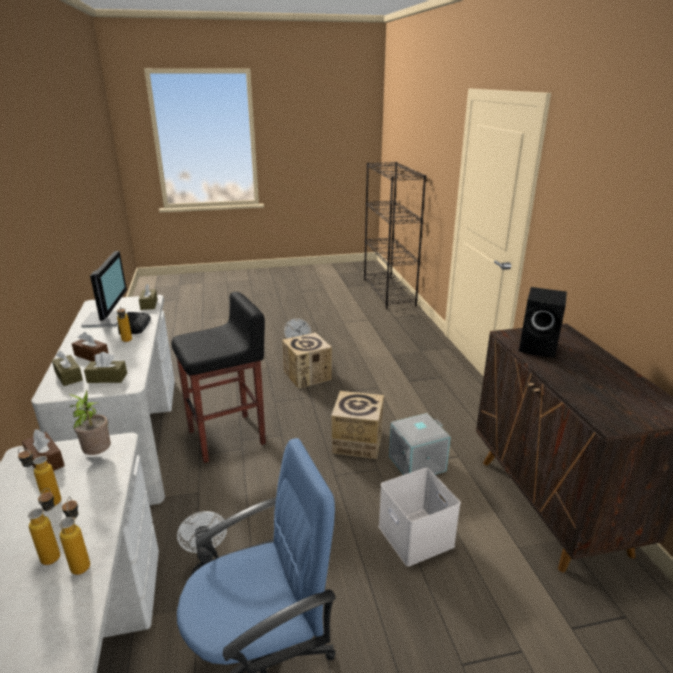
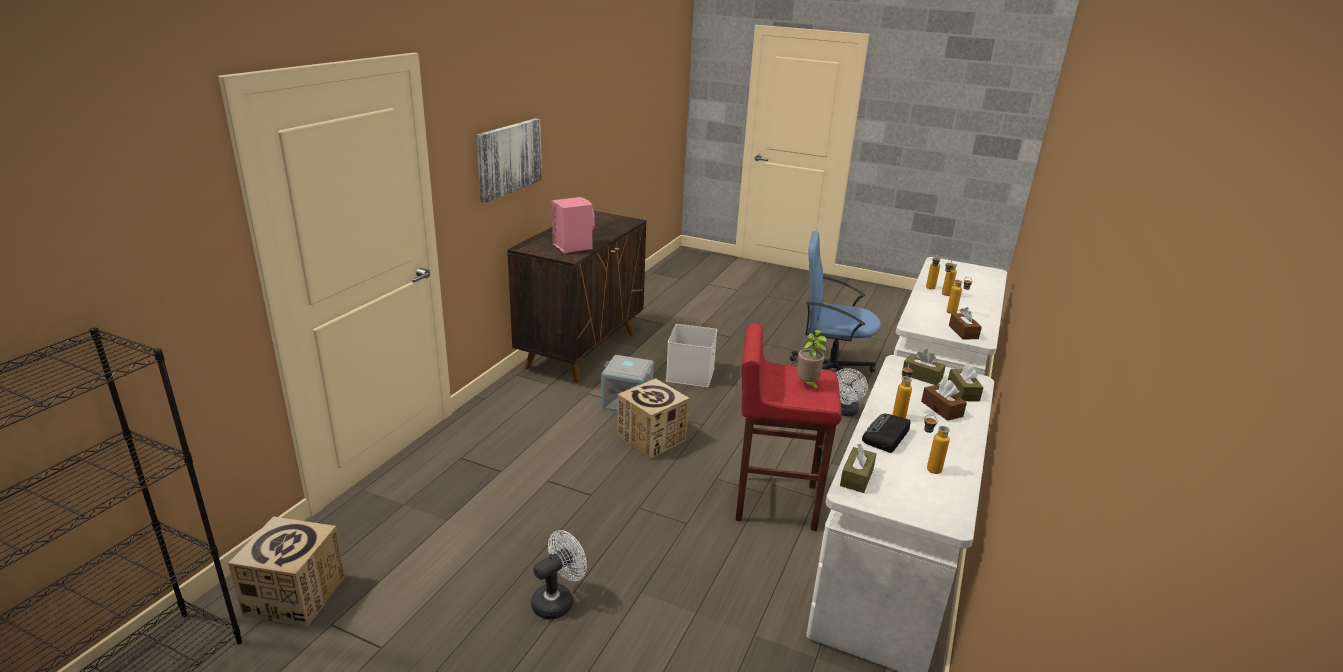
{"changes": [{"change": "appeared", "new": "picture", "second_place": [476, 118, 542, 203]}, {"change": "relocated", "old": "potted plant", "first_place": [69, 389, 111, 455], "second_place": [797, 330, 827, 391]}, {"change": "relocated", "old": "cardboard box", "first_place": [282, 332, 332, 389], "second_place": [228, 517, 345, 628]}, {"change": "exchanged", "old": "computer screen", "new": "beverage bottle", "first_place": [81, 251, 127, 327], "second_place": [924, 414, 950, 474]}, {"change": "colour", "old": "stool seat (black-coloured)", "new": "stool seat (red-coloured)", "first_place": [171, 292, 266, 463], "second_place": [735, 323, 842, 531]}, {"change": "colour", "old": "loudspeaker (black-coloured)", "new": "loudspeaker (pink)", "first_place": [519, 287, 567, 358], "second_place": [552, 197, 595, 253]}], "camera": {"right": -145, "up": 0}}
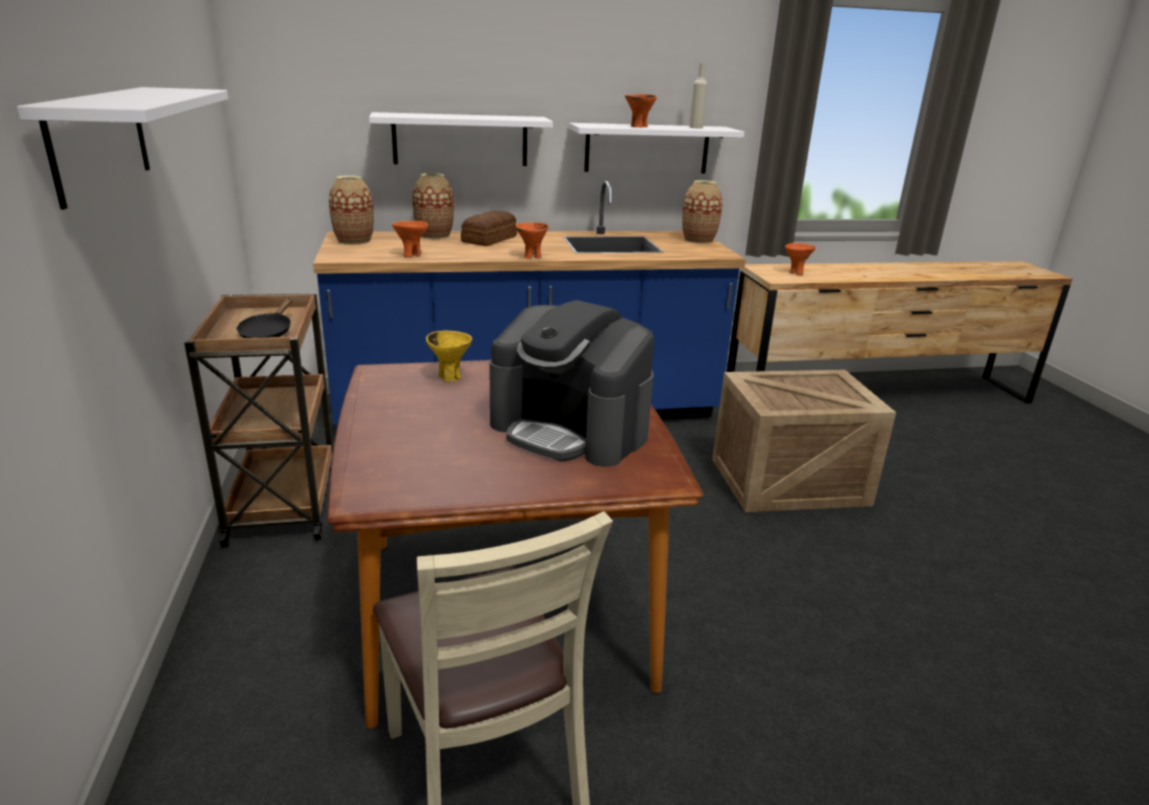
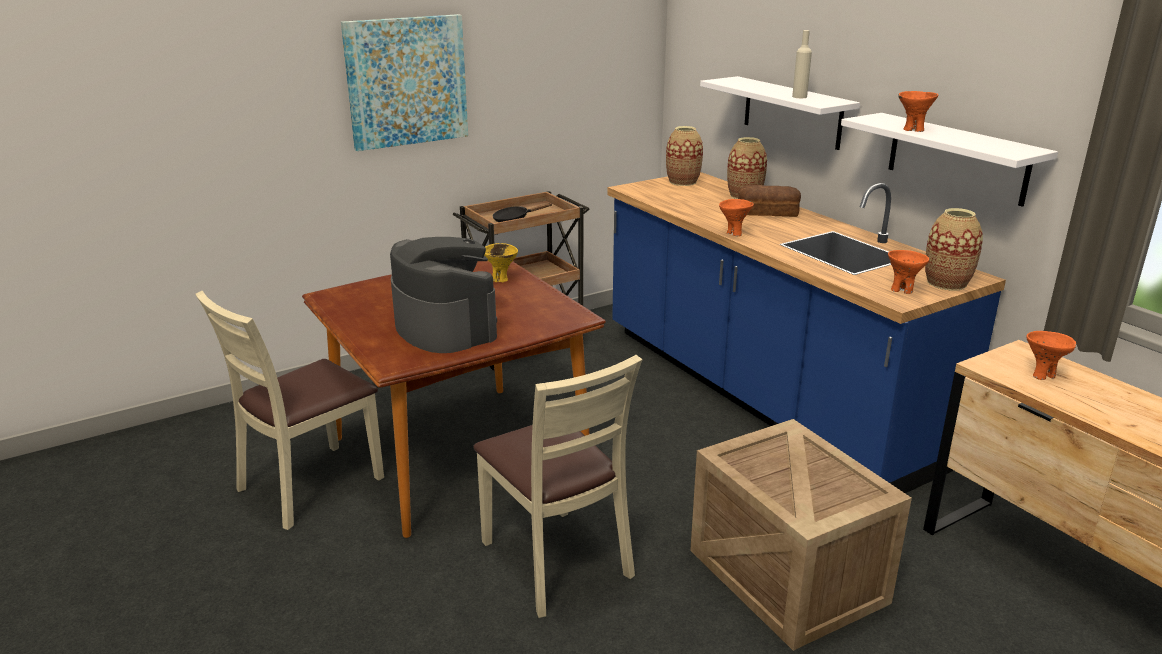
{"changes": [{"change": "appeared", "new": "chair (sand-coloured)", "second_place": [473, 355, 642, 618]}, {"change": "relocated", "old": "bowl (orange-coloured)", "first_place": [392, 221, 428, 258], "second_place": [888, 250, 930, 294]}, {"change": "relocated", "old": "beverage bottle (sand-coloured)", "first_place": [689, 63, 708, 129], "second_place": [792, 30, 812, 98]}, {"change": "exchanged", "old": "bracket shelf (whitish)", "new": "picture", "first_place": [17, 87, 228, 210], "second_place": [341, 14, 468, 151]}, {"change": "spun", "old": "coffee brewer", "first_place": [489, 300, 654, 467], "second_place": [390, 237, 497, 353], "degrees": 135}], "camera": {"right": 70, "up": 0}}
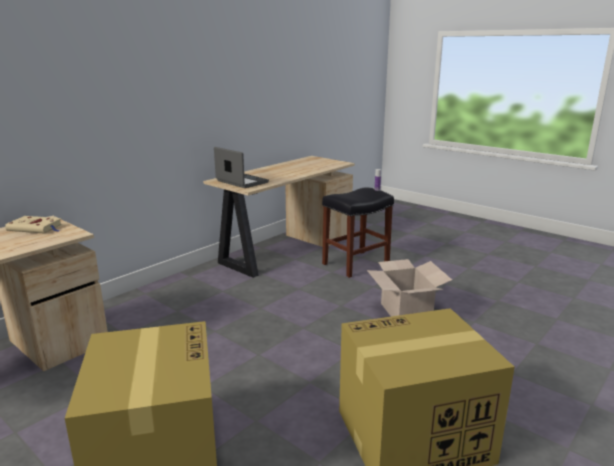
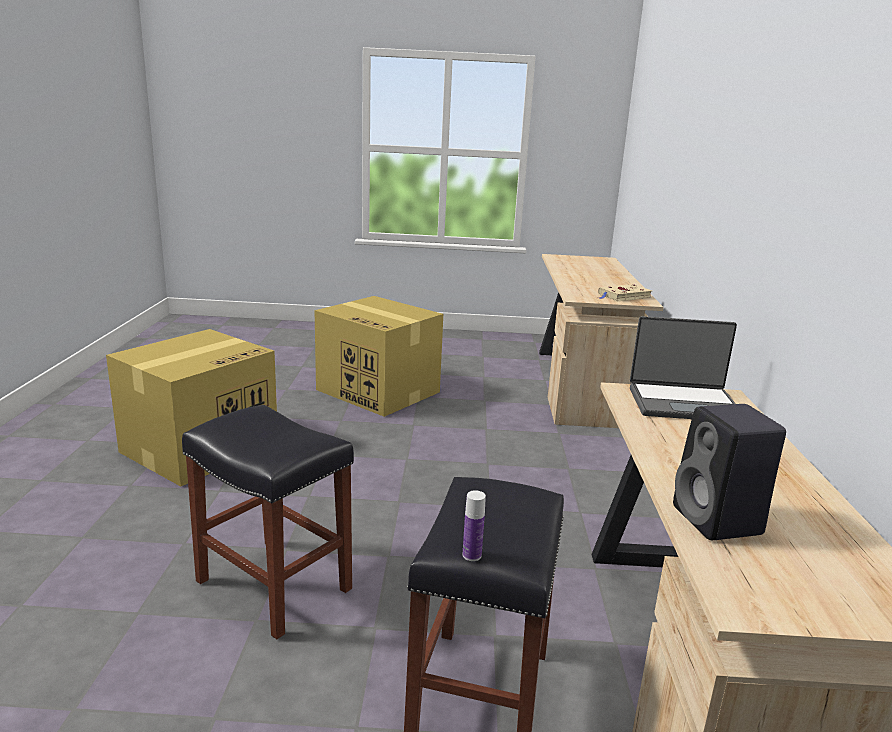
{"changes": [{"change": "appeared", "new": "loudspeaker (black-coloured)", "second_place": [673, 404, 786, 540]}, {"change": "exchanged", "old": "cardboard box", "new": "stool seat (black-coloured)", "first_place": [367, 259, 452, 317], "second_place": [182, 405, 354, 639]}], "camera": {"right": 140, "up": 0}}
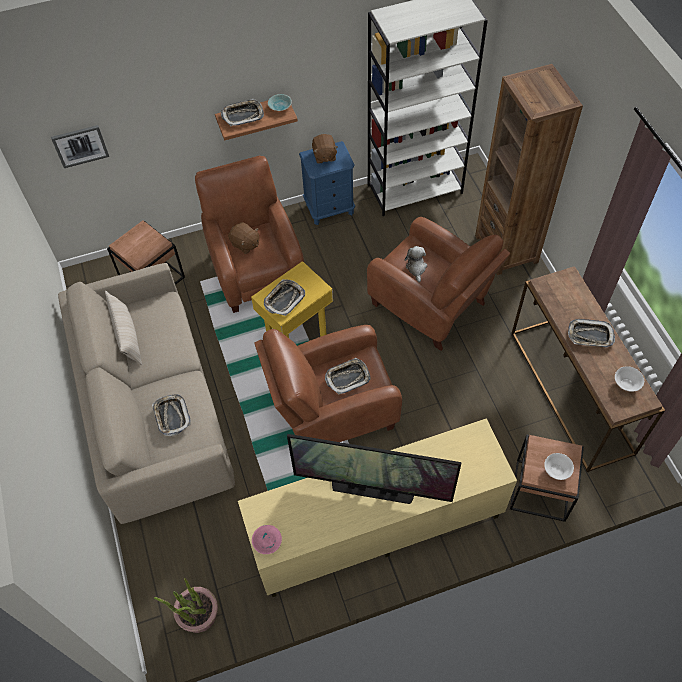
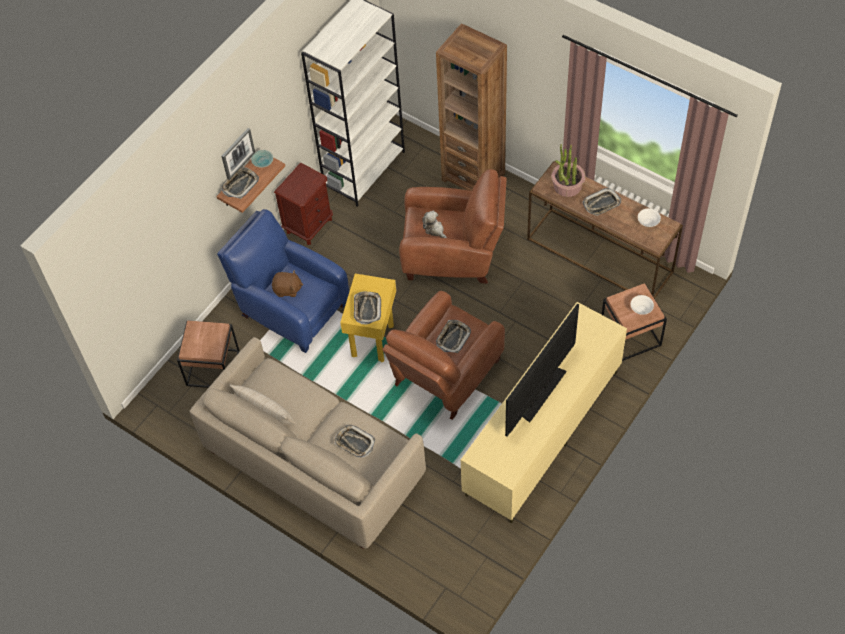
{"changes": [{"change": "missing", "old": "bowl (pink)", "first_place": [252, 525, 282, 554]}, {"change": "missing", "old": "cuddly toy (brownish)", "first_place": [312, 134, 338, 164]}, {"change": "relocated", "old": "picture", "first_place": [51, 125, 109, 168], "second_place": [221, 128, 255, 180]}, {"change": "relocated", "old": "potted plant", "first_place": [154, 578, 218, 633], "second_place": [551, 144, 586, 197]}, {"change": "colour", "old": "easy chair (brownish)", "new": "easy chair (blue-coloured)", "first_place": [195, 156, 304, 313], "second_place": [217, 209, 349, 353]}, {"change": "colour", "old": "night table (blue-coloured)", "new": "night table (brownish)", "first_place": [299, 141, 355, 225], "second_place": [274, 163, 333, 245]}, {"change": "spun", "old": "TV set", "first_place": [287, 434, 462, 504], "second_place": [505, 303, 579, 436], "degrees": 150}], "camera": {"right": -35, "up": 0}}
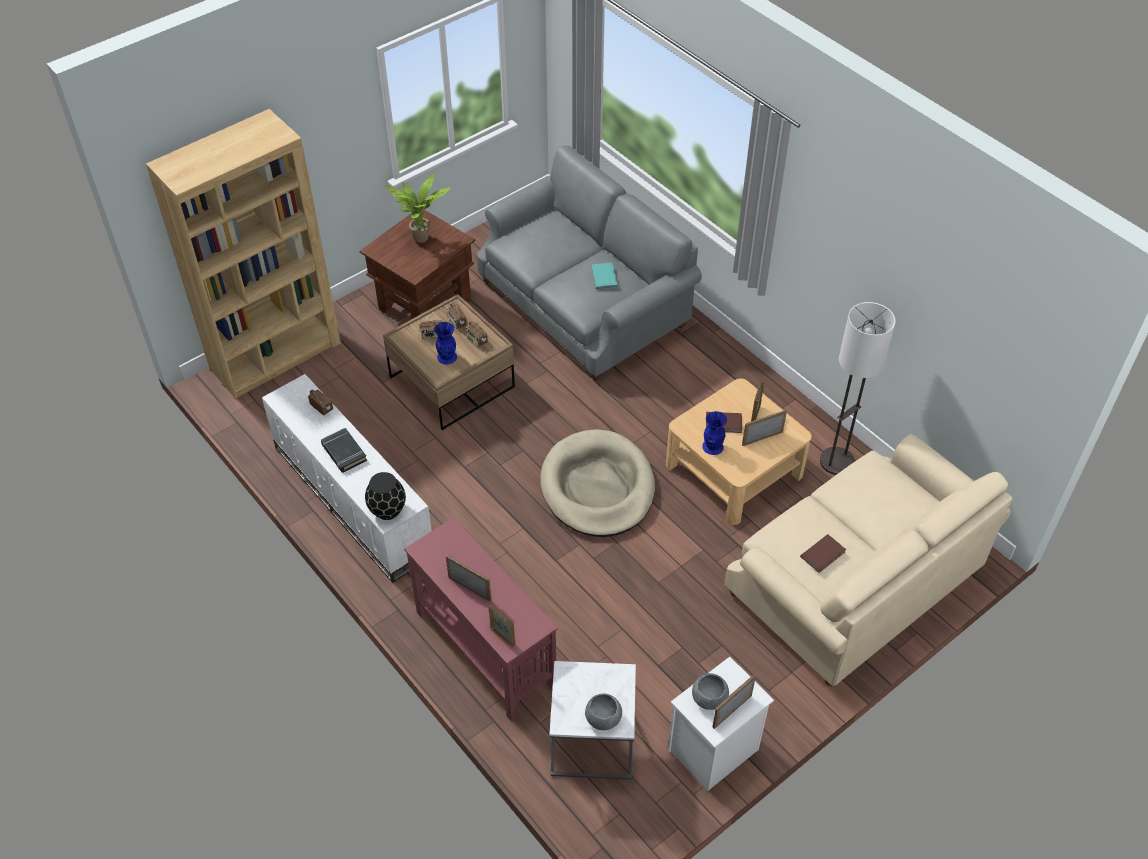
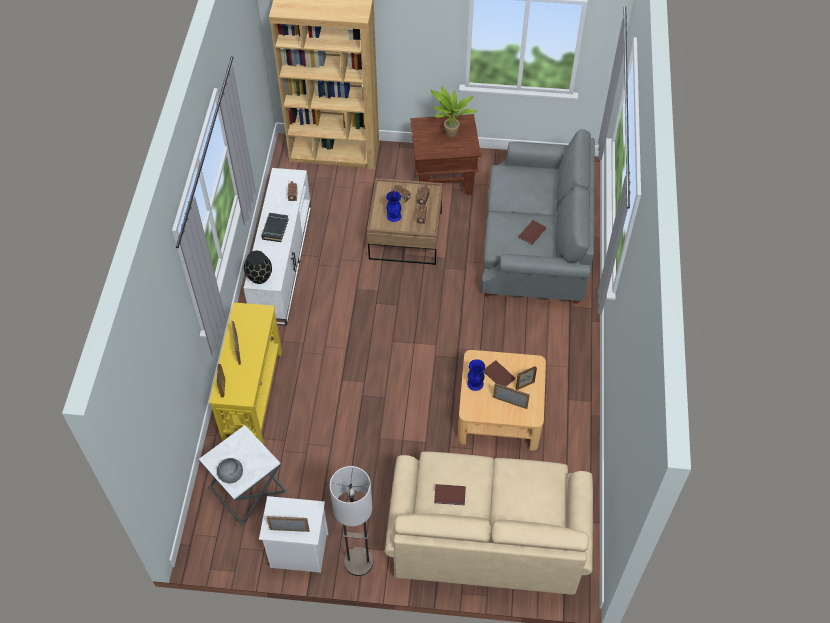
{"changes": [{"change": "missing", "old": "dog bed (sand-coloured)", "first_place": [540, 429, 655, 537]}, {"change": "missing", "old": "bowl (gray)", "first_place": [692, 673, 729, 710]}, {"change": "relocated", "old": "standing lamp", "first_place": [820, 302, 896, 475], "second_place": [330, 466, 373, 576]}, {"change": "colour", "old": "console table (red-coloured)", "new": "console table (yellow)", "first_place": [404, 517, 558, 722], "second_place": [209, 302, 282, 444]}, {"change": "colour", "old": "bound book (turquoise)", "new": "bound book (brownish)", "first_place": [591, 263, 618, 290], "second_place": [518, 220, 546, 245]}], "camera": {"right": 45, "up": 5}}
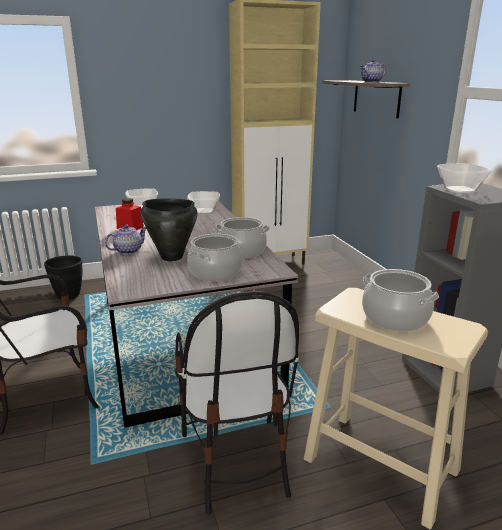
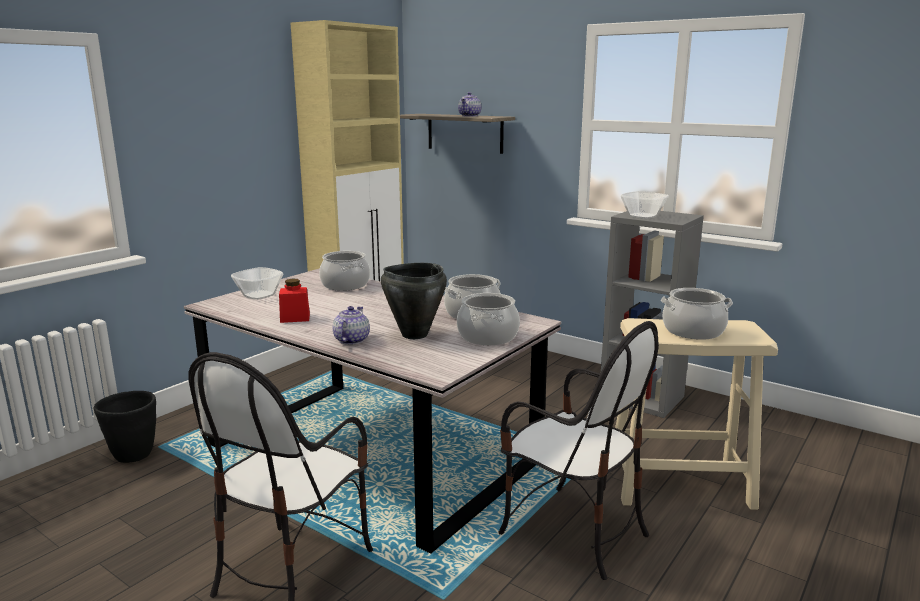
{"changes": [{"change": "exchanged", "old": "bowl", "new": "stockpot", "first_place": [187, 191, 220, 214], "second_place": [319, 251, 370, 291]}], "camera": {"right": -35, "up": -5}}
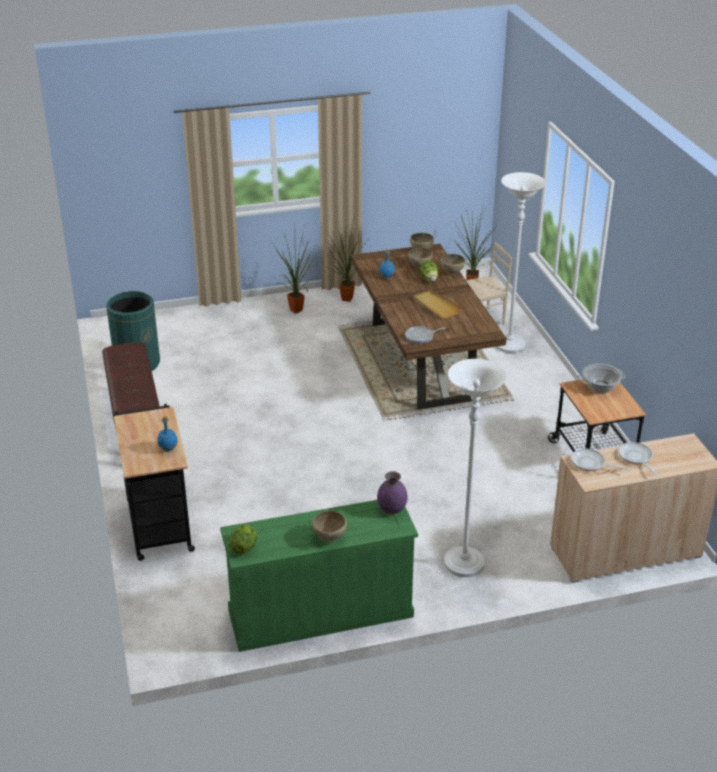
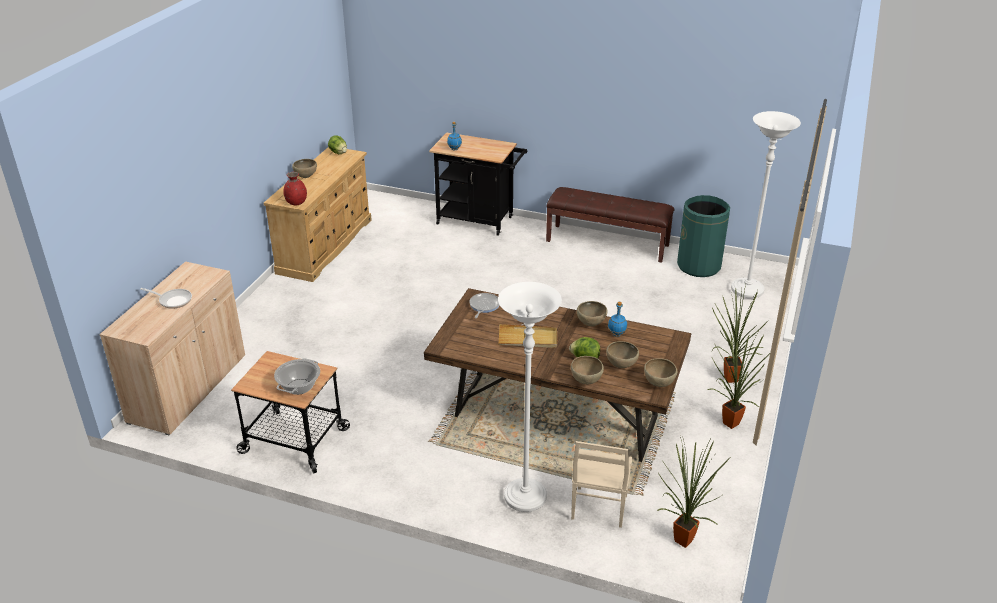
{"changes": [{"change": "missing", "old": "frying pan", "first_place": [571, 449, 630, 471]}, {"change": "appeared", "new": "bowl (brownish)", "second_place": [577, 301, 607, 326]}, {"change": "relocated", "old": "standing lamp (whitish)", "first_place": [444, 359, 507, 577], "second_place": [731, 111, 801, 298]}, {"change": "colour", "old": "dresser (greenish)", "new": "dresser (sand-coloured)", "first_place": [220, 500, 418, 652], "second_place": [263, 147, 372, 282]}, {"change": "colour", "old": "flower vase (purplish)", "new": "flower vase (red-coloured)", "first_place": [377, 471, 407, 514], "second_place": [283, 172, 307, 205]}], "camera": {"right": 125, "up": 0}}
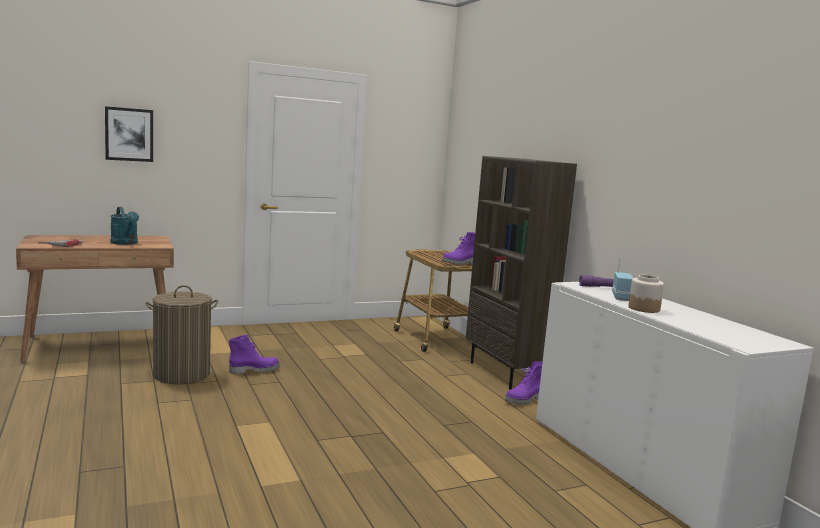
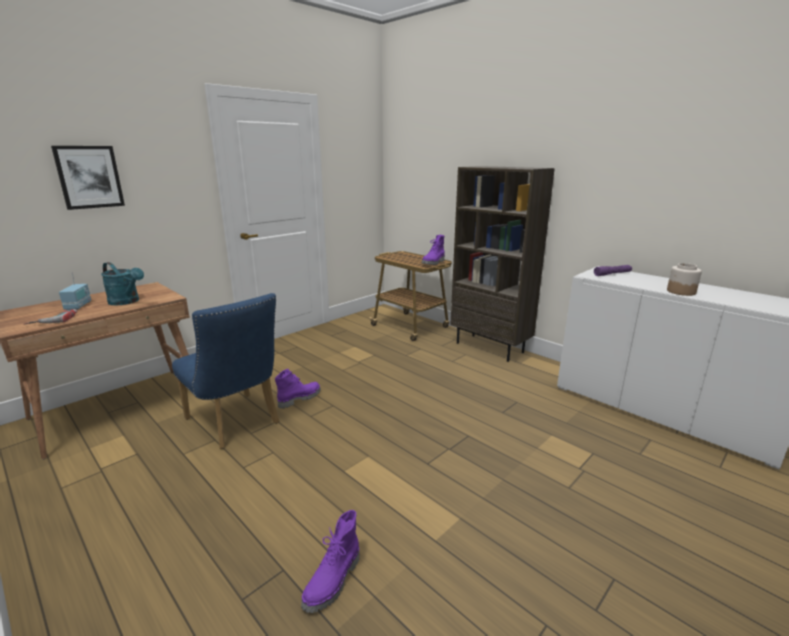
{"changes": [{"change": "relocated", "old": "high-top boot (purplish)", "first_place": [505, 361, 542, 405], "second_place": [301, 510, 359, 613]}, {"change": "relocated", "old": "radio set", "first_place": [612, 258, 633, 301], "second_place": [59, 272, 91, 310]}, {"change": "exchanged", "old": "hamper", "new": "chair (blue-coloured)", "first_place": [145, 285, 218, 384], "second_place": [172, 293, 279, 449]}], "camera": {"right": -20, "up": 10}}
